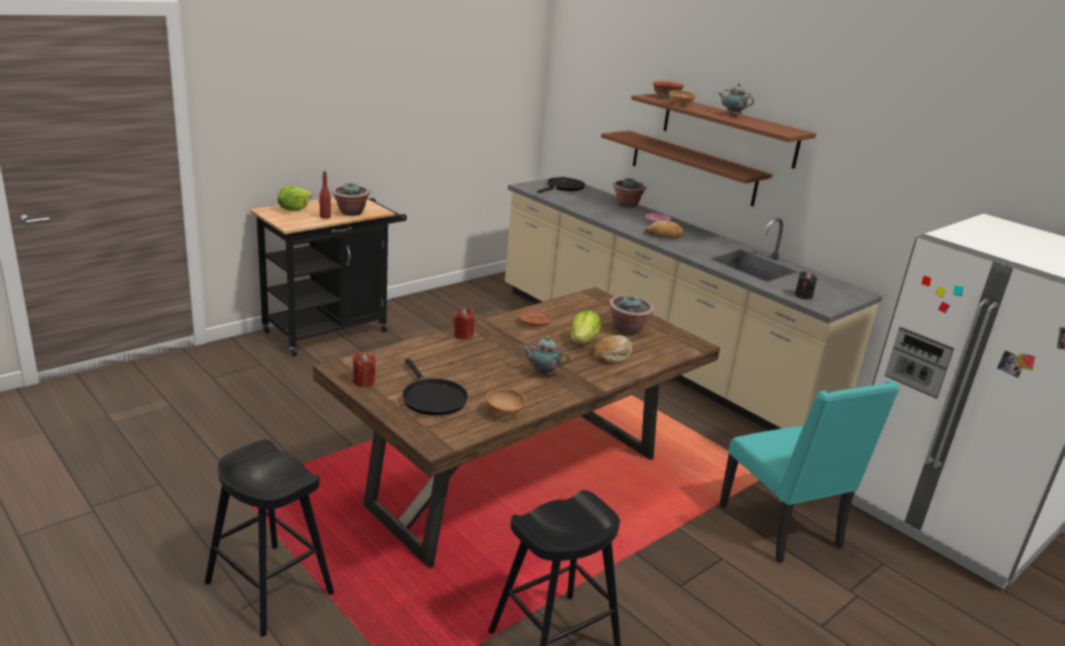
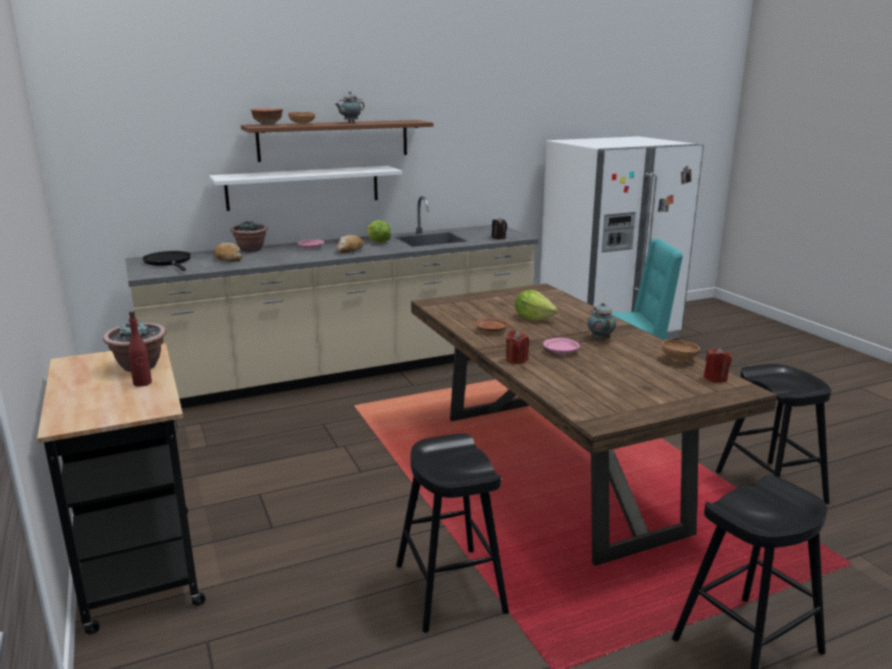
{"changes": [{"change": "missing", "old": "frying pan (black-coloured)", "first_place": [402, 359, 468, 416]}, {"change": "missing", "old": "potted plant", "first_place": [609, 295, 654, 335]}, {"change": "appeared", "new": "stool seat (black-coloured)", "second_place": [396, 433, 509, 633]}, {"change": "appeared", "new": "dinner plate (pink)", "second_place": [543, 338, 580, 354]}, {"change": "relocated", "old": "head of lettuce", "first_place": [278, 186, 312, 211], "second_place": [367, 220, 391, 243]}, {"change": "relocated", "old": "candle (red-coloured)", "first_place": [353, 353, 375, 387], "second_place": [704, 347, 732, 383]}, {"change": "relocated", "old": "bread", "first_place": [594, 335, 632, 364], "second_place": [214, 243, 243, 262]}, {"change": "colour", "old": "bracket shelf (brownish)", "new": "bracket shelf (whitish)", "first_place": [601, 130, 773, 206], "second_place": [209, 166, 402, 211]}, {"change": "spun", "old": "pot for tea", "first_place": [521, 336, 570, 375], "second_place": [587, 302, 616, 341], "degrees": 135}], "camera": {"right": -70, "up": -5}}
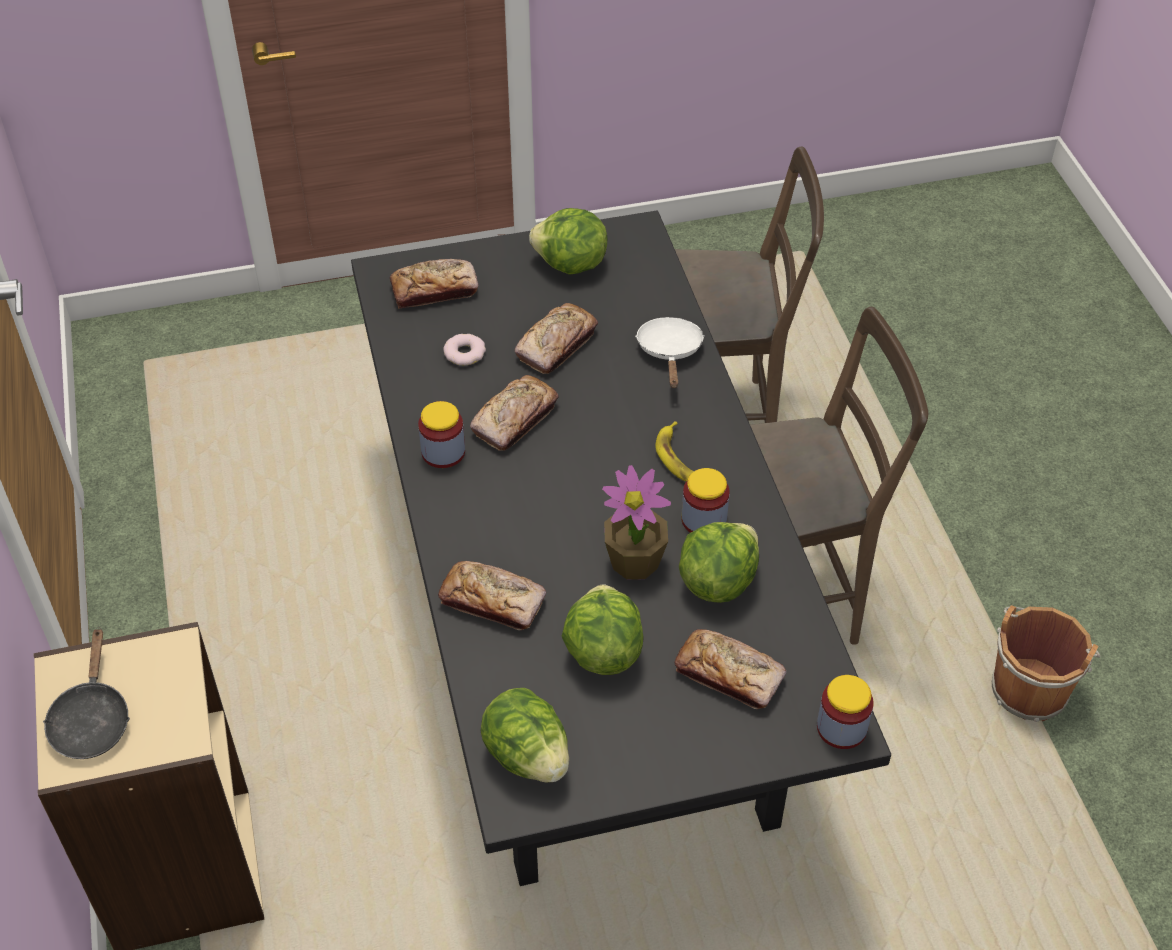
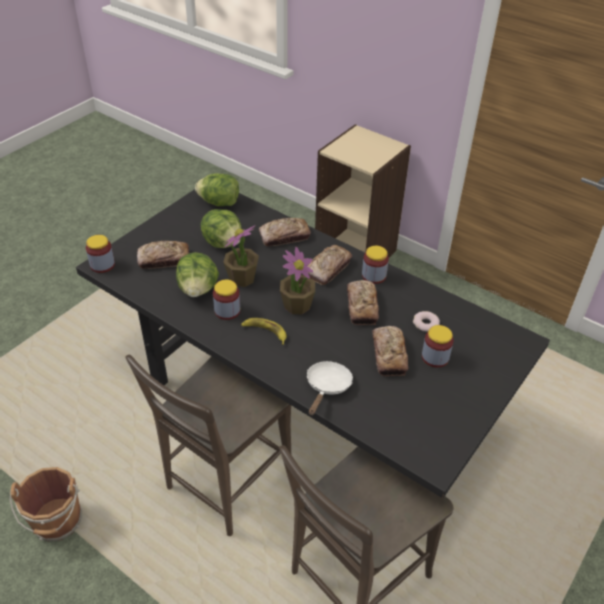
{"changes": [{"change": "missing", "old": "frying pan (black-coloured)", "first_place": [43, 627, 130, 759]}, {"change": "missing", "old": "head of lettuce", "first_place": [529, 208, 607, 275]}, {"change": "appeared", "new": "potted plant", "second_place": [280, 247, 315, 314]}, {"change": "appeared", "new": "preserve jar", "second_place": [422, 325, 454, 367]}, {"change": "relocated", "old": "bread", "first_place": [390, 259, 478, 308], "second_place": [307, 245, 352, 285]}, {"change": "spun", "old": "frying pan (whitish)", "first_place": [635, 317, 705, 388], "second_place": [307, 361, 353, 415], "degrees": -120}], "camera": {"right": 140, "up": -5}}
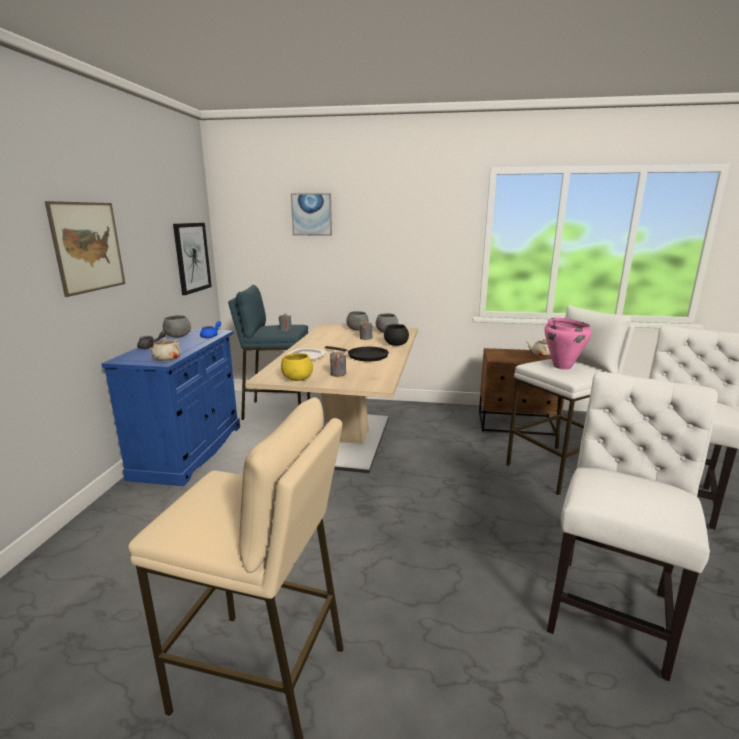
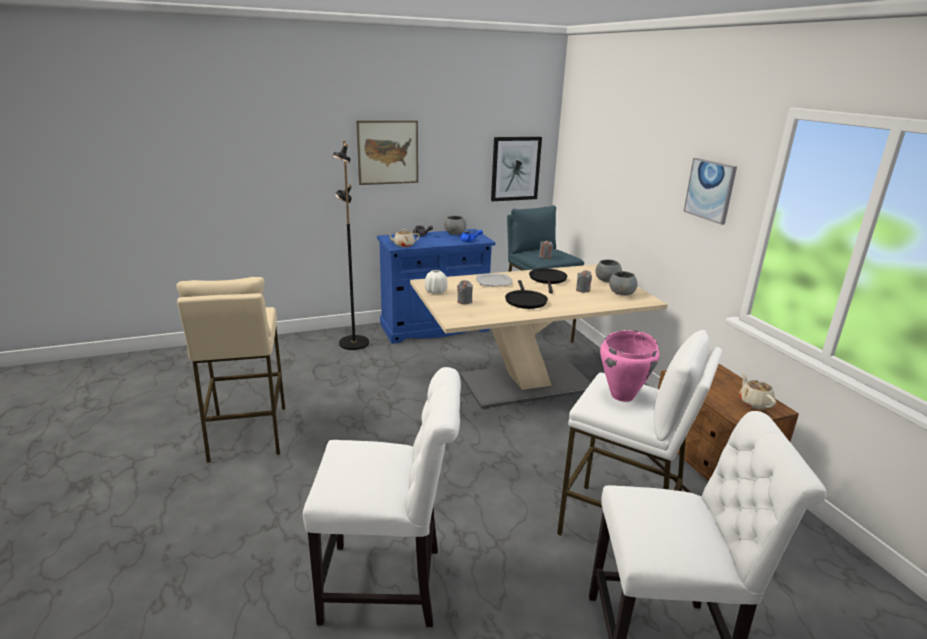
{"changes": [{"change": "missing", "old": "bowl (black-coloured)", "first_place": [384, 324, 409, 346]}, {"change": "appeared", "new": "standing lamp (black-coloured)", "second_place": [332, 141, 369, 350]}, {"change": "appeared", "new": "frying pan (black-coloured)", "second_place": [529, 268, 568, 293]}, {"change": "relocated", "old": "picture", "first_place": [291, 193, 332, 236], "second_place": [683, 158, 737, 225]}, {"change": "exchanged", "old": "bowl (yellow)", "new": "flower vase (whitish)", "first_place": [281, 353, 313, 381], "second_place": [425, 270, 448, 294]}], "camera": {"right": 60, "up": 5}}
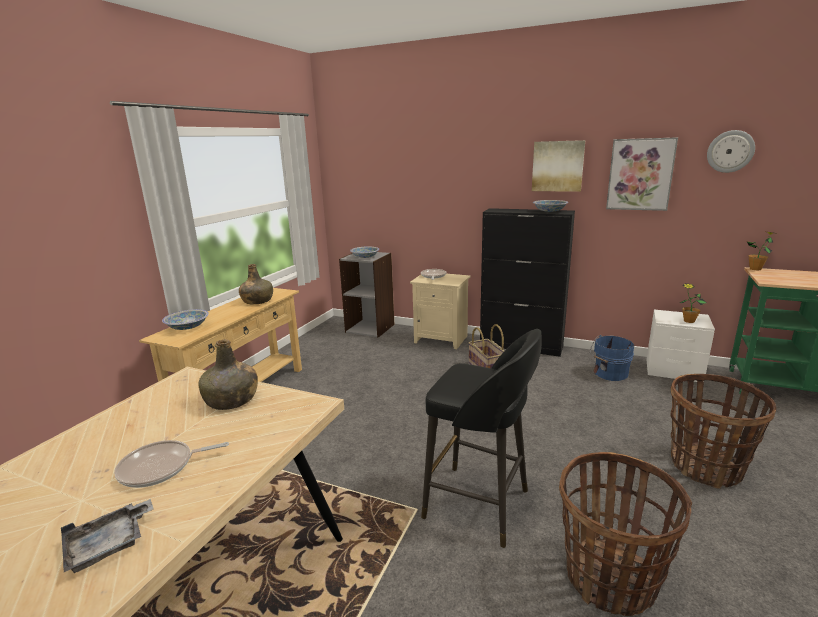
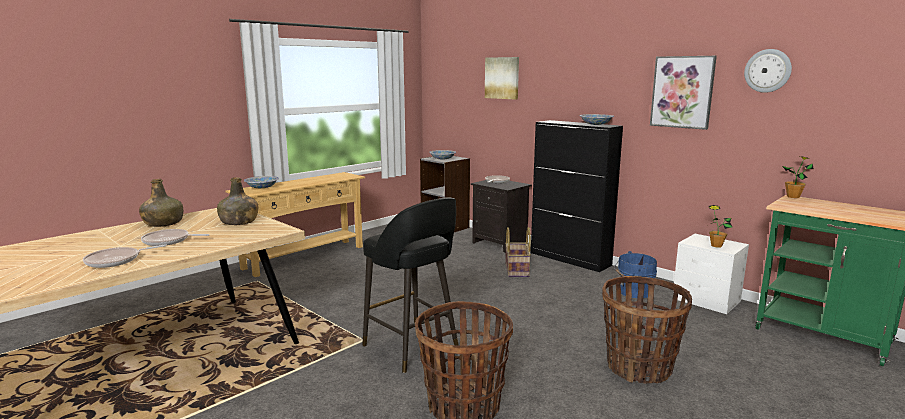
{"changes": [{"change": "relocated", "old": "beverage bottle (greenish)", "first_place": [239, 264, 273, 304], "second_place": [139, 179, 183, 227]}, {"change": "relocated", "old": "picture", "first_place": [532, 140, 585, 192], "second_place": [485, 57, 519, 100]}, {"change": "exchanged", "old": "tray (gray)", "new": "frying pan", "first_place": [61, 499, 154, 573], "second_place": [83, 244, 167, 268]}, {"change": "colour", "old": "night table (sand-coloured)", "new": "night table (black-coloured)", "first_place": [410, 274, 470, 349], "second_place": [471, 180, 532, 253]}], "camera": {"right": 20, "up": -5}}
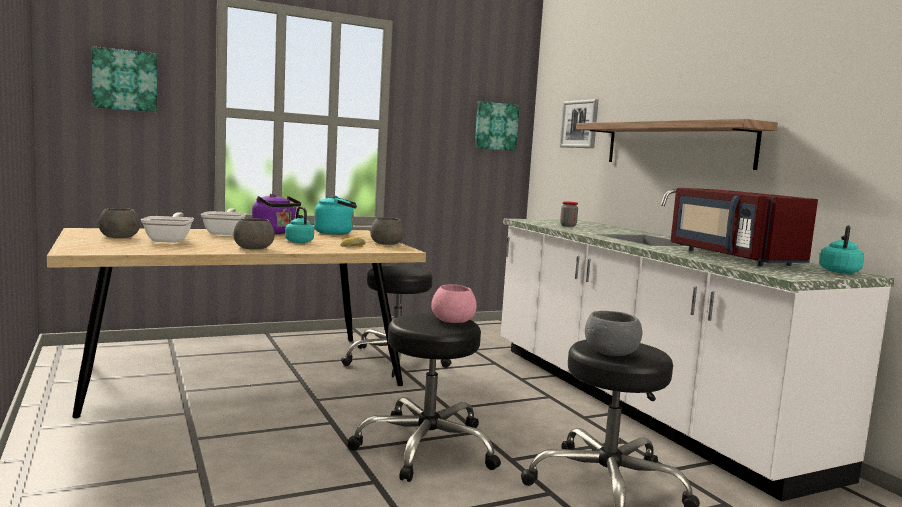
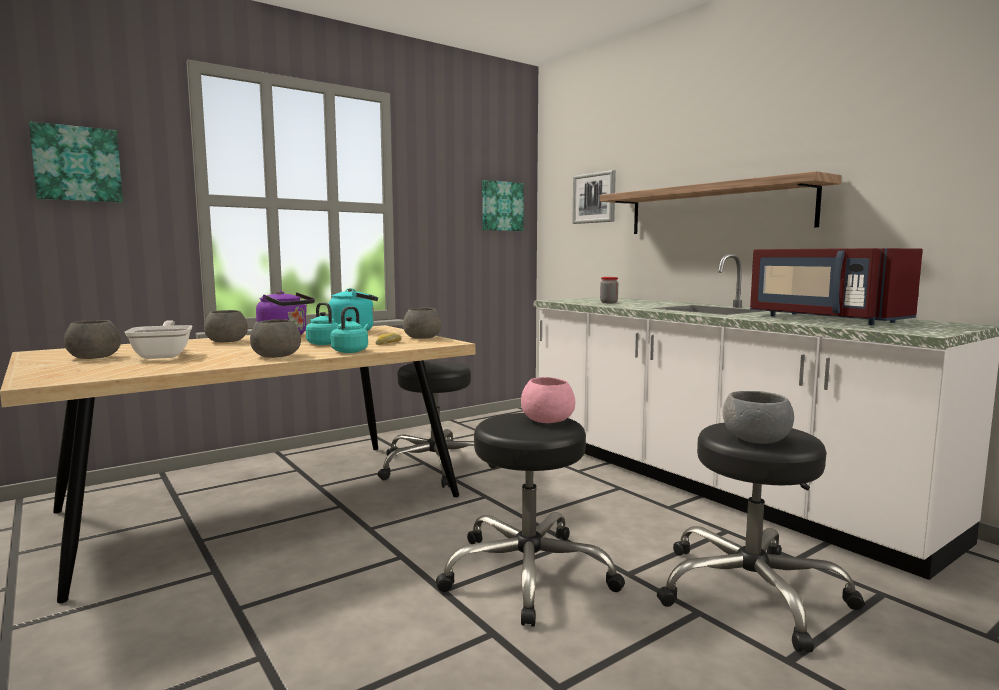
{"changes": [{"change": "relocated", "old": "tea kettle (turquoise)", "first_place": [819, 225, 864, 274], "second_place": [330, 307, 369, 353]}, {"change": "exchanged", "old": "frying pan", "new": "bowl (gray)", "first_place": [201, 208, 246, 235], "second_place": [204, 310, 248, 343]}], "camera": {"right": -10, "up": 0}}
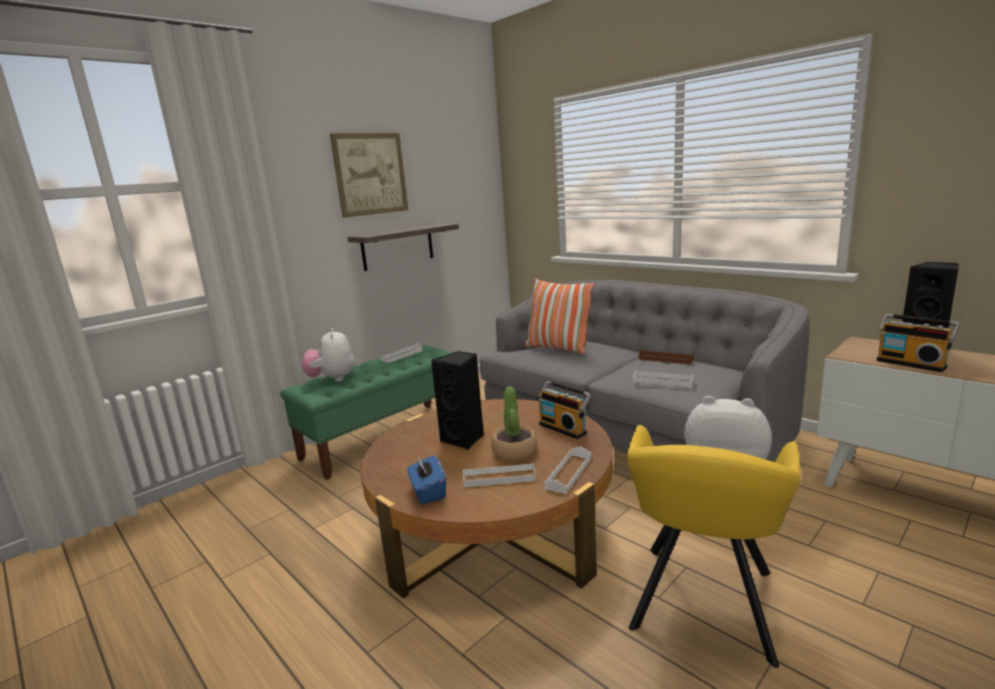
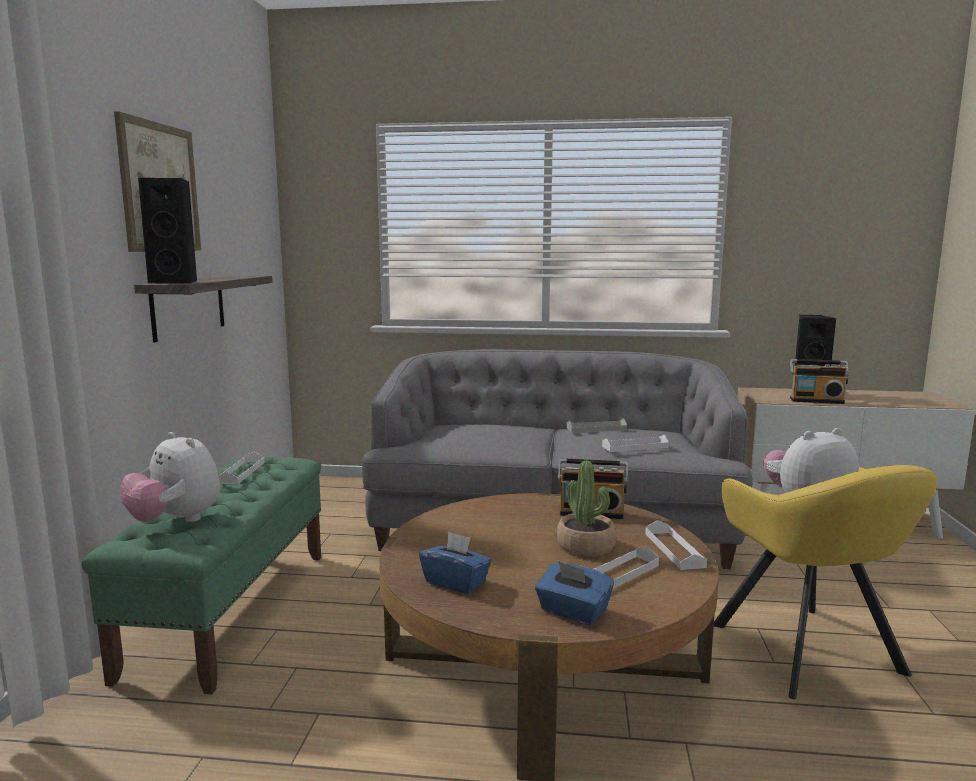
{"changes": [{"change": "missing", "old": "throw pillow", "first_place": [524, 278, 595, 354]}, {"change": "appeared", "new": "box of tissues (blue-coloured)", "second_place": [419, 532, 492, 594]}, {"change": "relocated", "old": "loudspeaker (black-coloured)", "first_place": [431, 351, 484, 450], "second_place": [138, 178, 197, 283]}, {"change": "colour", "old": "tray (brownish)", "new": "tray (gray)", "first_place": [639, 349, 694, 364], "second_place": [567, 418, 627, 433]}], "camera": {"right": -40, "up": -5}}
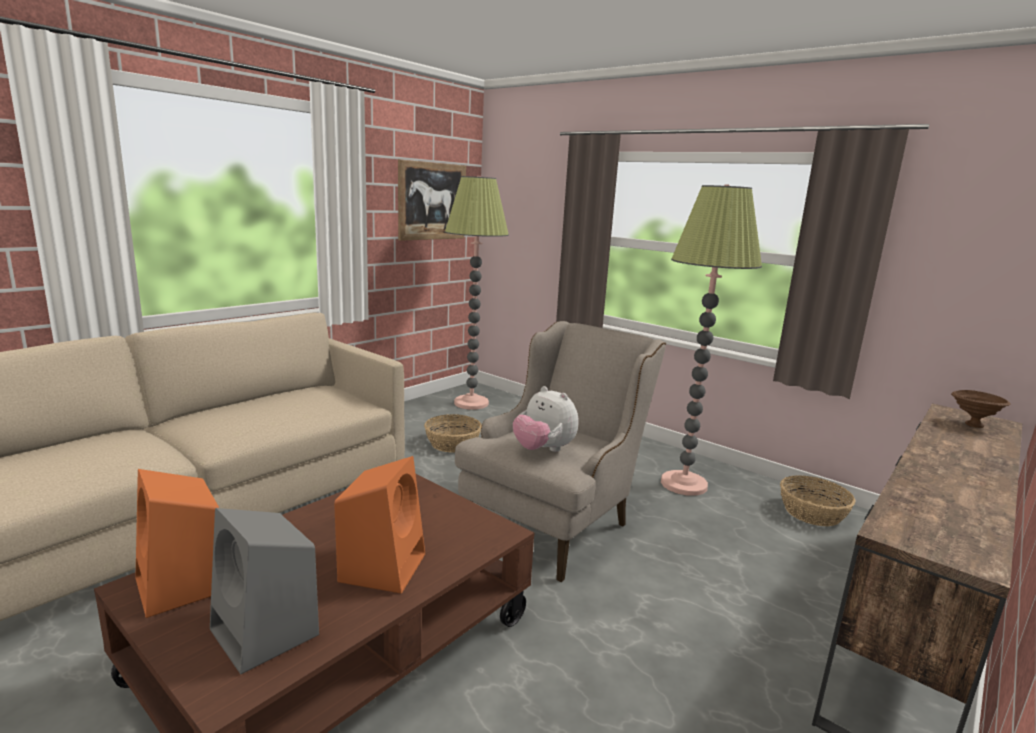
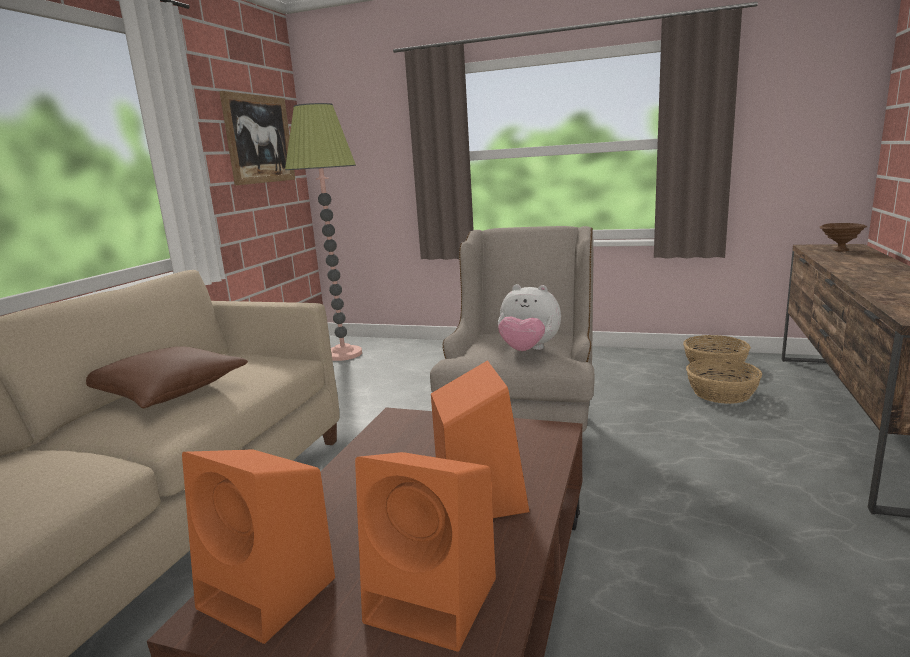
{"changes": [{"change": "missing", "old": "standing lamp", "first_place": [661, 184, 762, 496]}, {"change": "appeared", "new": "throw pillow (brownish)", "second_place": [86, 346, 248, 408]}, {"change": "relocated", "old": "basket", "first_place": [424, 414, 482, 453], "second_place": [686, 358, 762, 404]}, {"change": "colour", "old": "loudspeaker (gray)", "new": "loudspeaker (orange-coloured)", "first_place": [210, 508, 319, 674], "second_place": [355, 452, 496, 652]}], "camera": {"right": -20, "up": 0}}
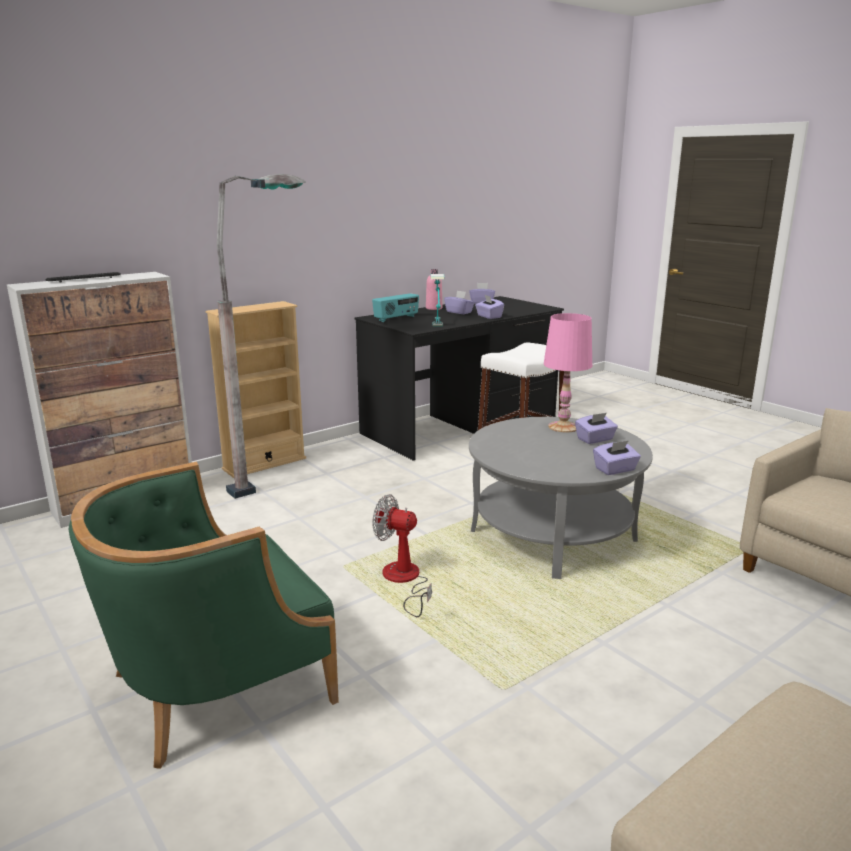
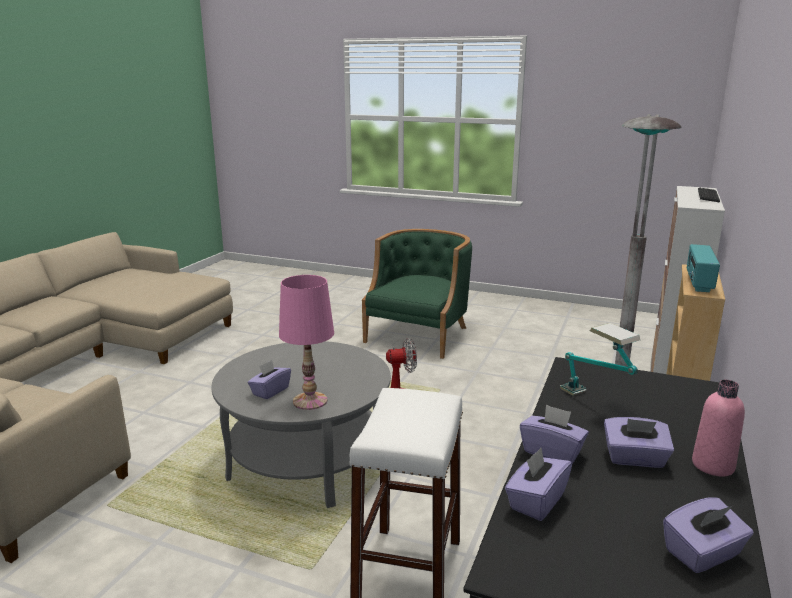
{"changes": [{"change": "relocated", "old": "radio set", "first_place": [372, 293, 419, 322], "second_place": [687, 244, 720, 292]}, {"change": "relocated", "old": "box of tissues (purplish)", "first_place": [593, 441, 641, 475], "second_place": [505, 448, 572, 521]}], "camera": {"right": 150, "up": 0}}
